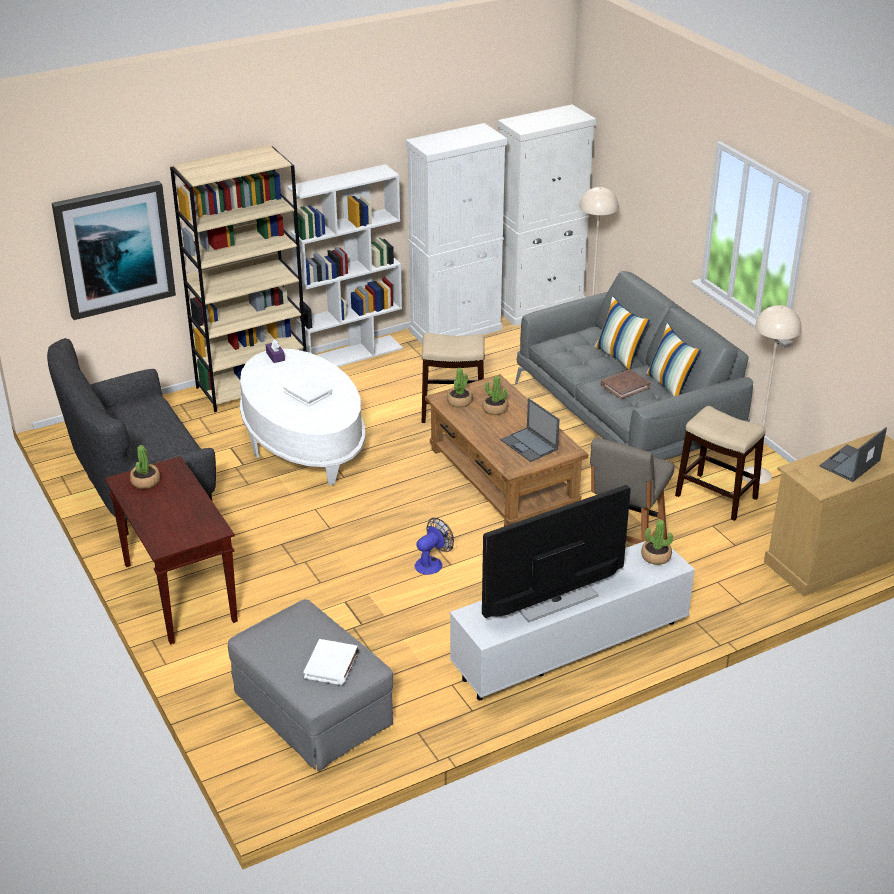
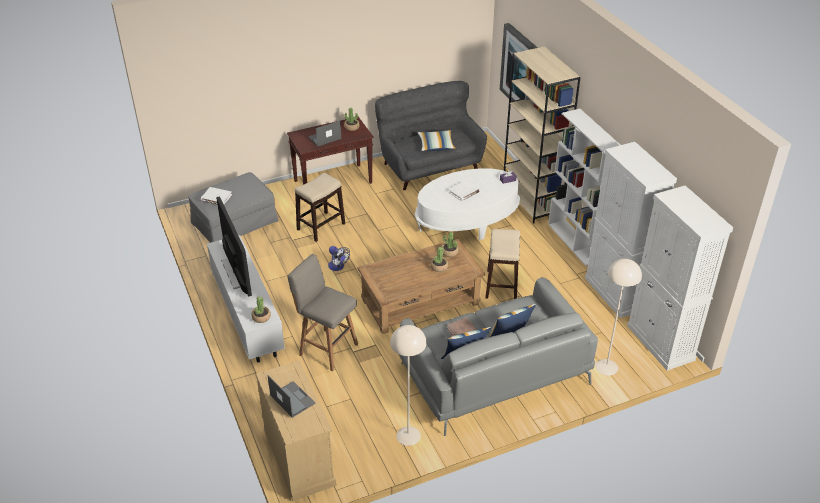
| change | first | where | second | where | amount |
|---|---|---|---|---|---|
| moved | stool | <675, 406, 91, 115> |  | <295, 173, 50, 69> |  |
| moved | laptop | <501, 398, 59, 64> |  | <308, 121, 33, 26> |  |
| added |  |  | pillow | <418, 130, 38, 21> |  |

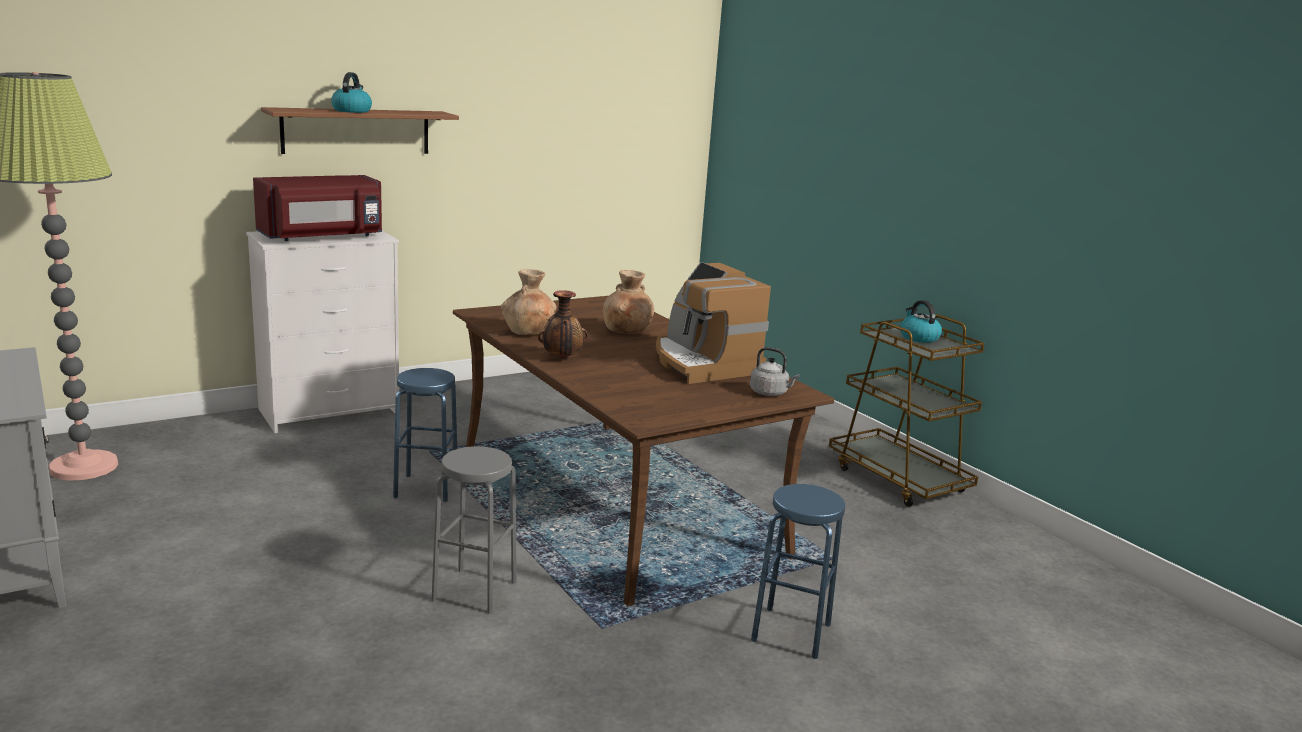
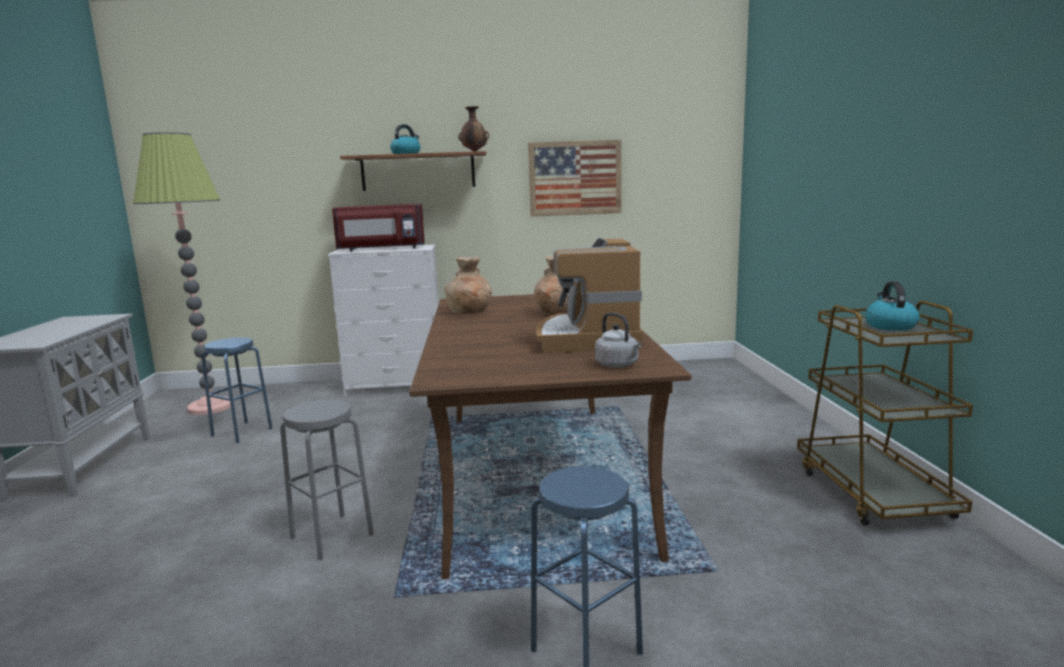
| change | first | where | second | where | amount |
|---|---|---|---|---|---|
| moved | blue stool | <393, 368, 64, 134> |  | <202, 337, 71, 106> |  |
| moved | vase | <538, 290, 50, 69> |  | <459, 106, 30, 45> |  |
| added |  |  | picture | <528, 139, 94, 78> |  |

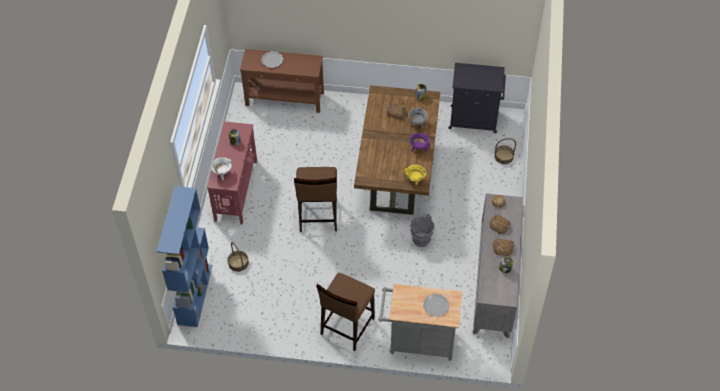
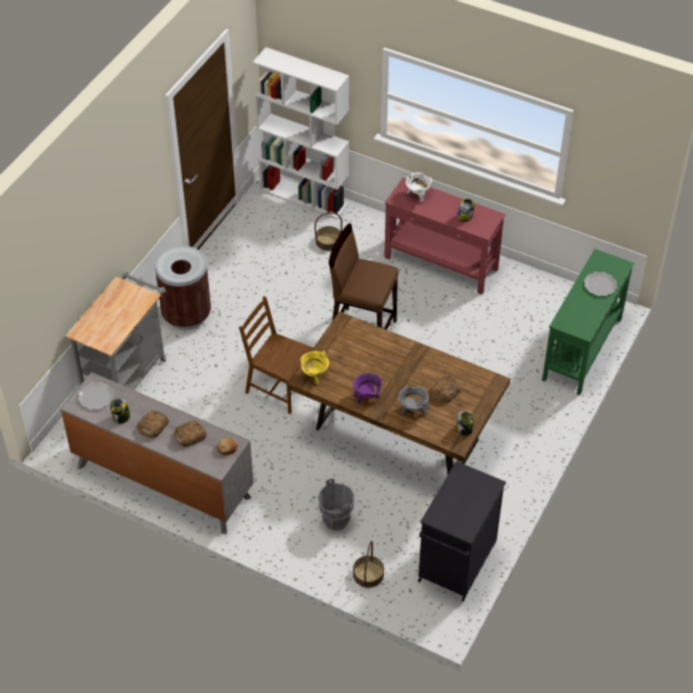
| change | first | where | second | where | amount |
|---|---|---|---|---|---|
| moved | plate | <423, 294, 26, 23> |  | <78, 382, 36, 28> |  |
| replaced | brown stool | <316, 272, 59, 79> | brown trash can | <155, 246, 56, 84> |  |
| added |  |  | brown chair | <239, 296, 74, 118> |  |
| recoloured | blue bookcase | <157, 186, 55, 141> | white bookcase | <253, 47, 96, 172> |  |
| moved | grey bucket | <410, 214, 24, 33> |  | <317, 478, 37, 53> |  |
| recoloured | brown console table | <240, 49, 84, 64> | green console table | <542, 249, 92, 146> |  |

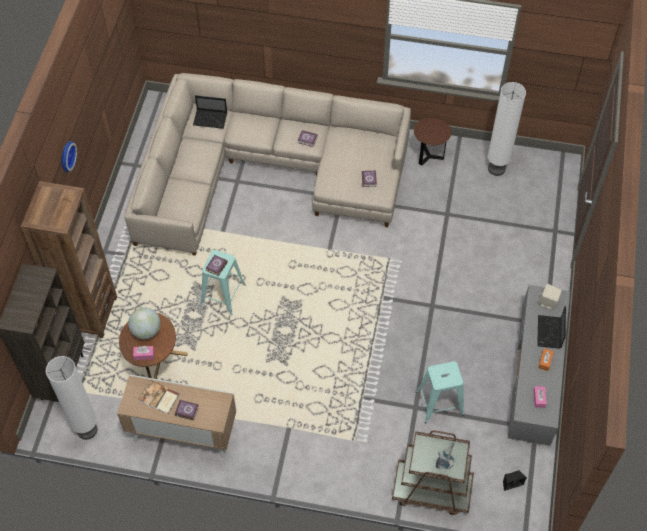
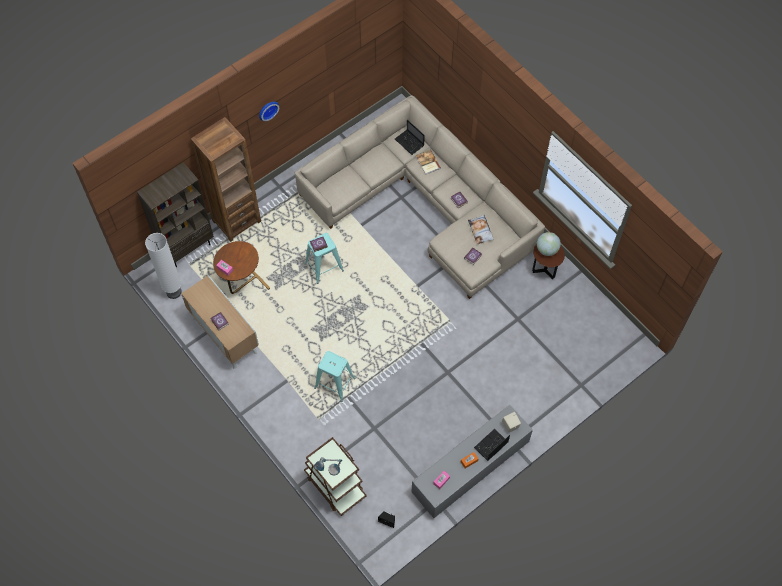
| change | first | where | second | where | amount |
|---|---|---|---|---|---|
| moved | turquoise stool | <416, 361, 48, 62> |  | <314, 351, 42, 51> |  |
| moved | book | <138, 380, 42, 34> |  | <415, 149, 26, 25> |  |
| added |  |  | pillow | <468, 215, 26, 30> |  |
| moved | globe | <128, 307, 32, 32> |  | <537, 232, 24, 24> |  |
| removed | white floor lamp | <488, 82, 38, 94> |  |  |  |

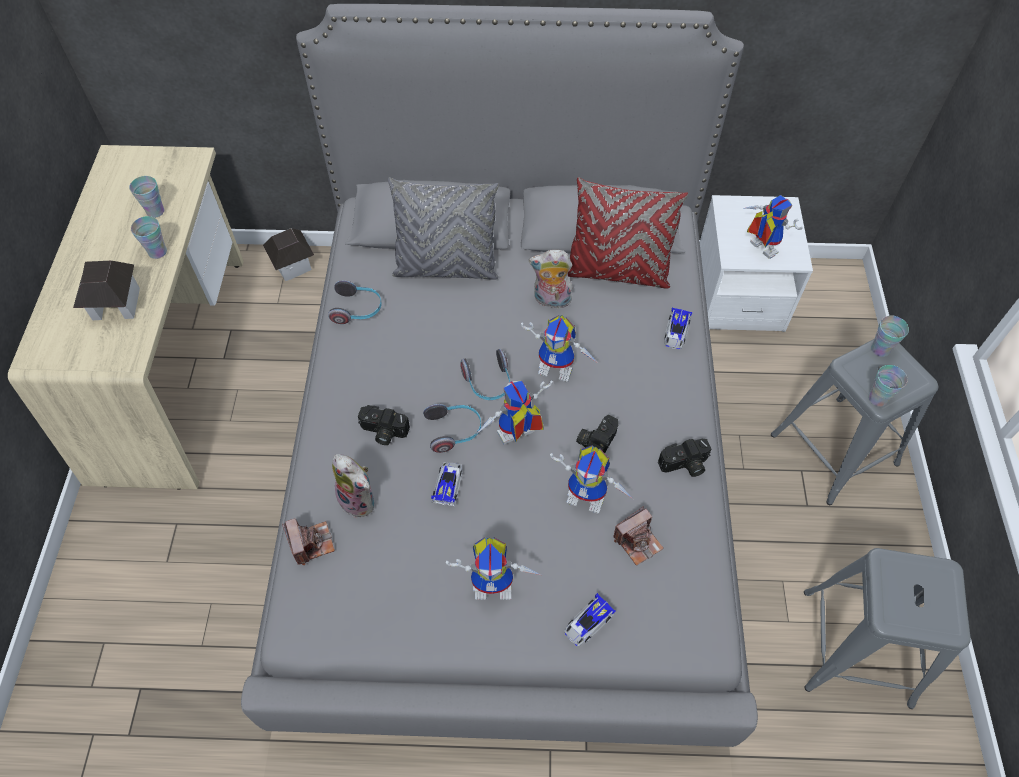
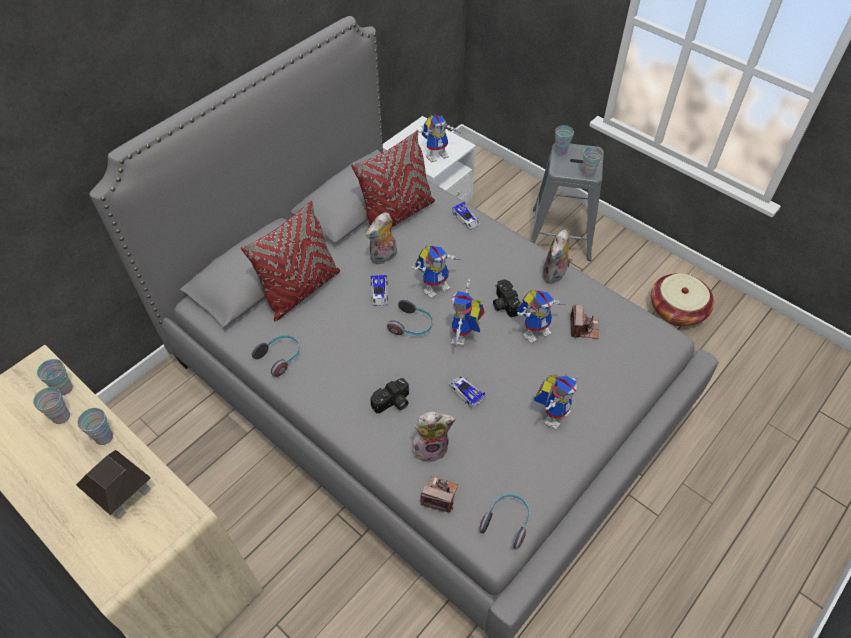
| change | first | where | second | where | amount |
|---|---|---|---|---|---|
| added |  |  | cup | <37, 359, 36, 37> |  |
| recoloured | grey pillow | <388, 177, 111, 103> | red pillow | <241, 201, 99, 121> |  |
| moved | toy car | <564, 593, 52, 54> |  | <370, 275, 18, 31> |  |
| turned | toy robot | <745, 195, 58, 64> |  | <416, 115, 44, 48> | 150 degrees clockwise |
| moved | headphones | <423, 404, 58, 49> |  | <480, 494, 49, 55> |  |
| replaced | photo camera | <658, 439, 53, 38> | plush toy | <541, 230, 31, 54> |  |
| replaced | grey stool | <804, 548, 167, 161> | basket | <651, 273, 63, 53> |  |
| removed | toy house | <263, 228, 51, 53> |  |  |  |

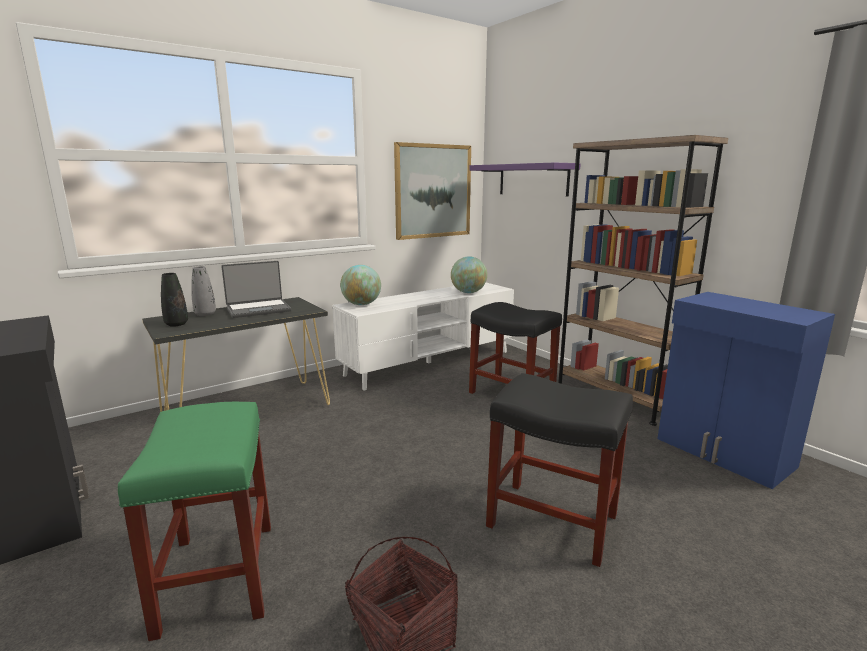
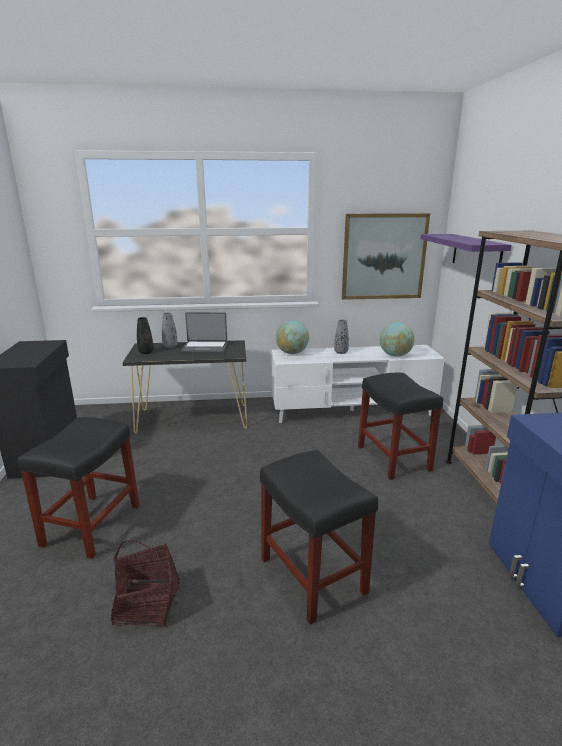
| change | first | where | second | where | amount |
|---|---|---|---|---|---|
| recoloured | green stool | <118, 402, 153, 239> | black stool | <18, 417, 121, 142> |  |
| added |  |  | grey vase | <334, 320, 15, 34> |  |

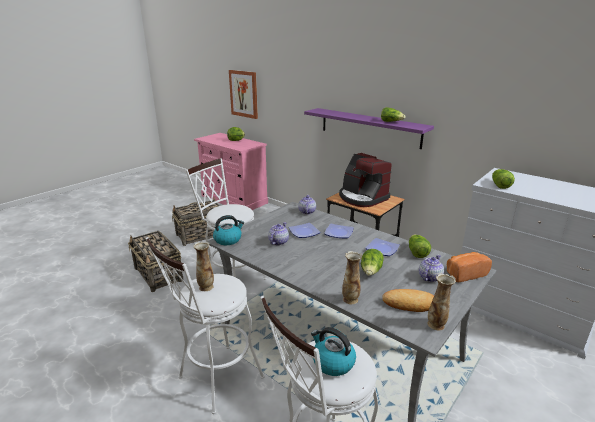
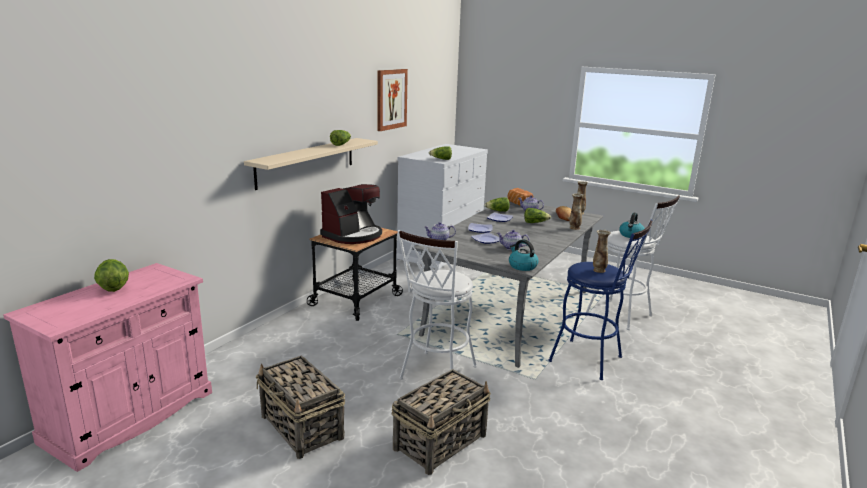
| change | first | where | second | where | amount |
|---|---|---|---|---|---|
| recoloured | purple shelf | <304, 108, 130, 41> | beige shelf | <244, 138, 134, 52> |  |
| moved | picture | <229, 70, 29, 49> |  | <378, 69, 30, 62> |  |
| recoloured | white stool | <146, 237, 118, 177> | blue stool | <548, 220, 105, 160> |  |

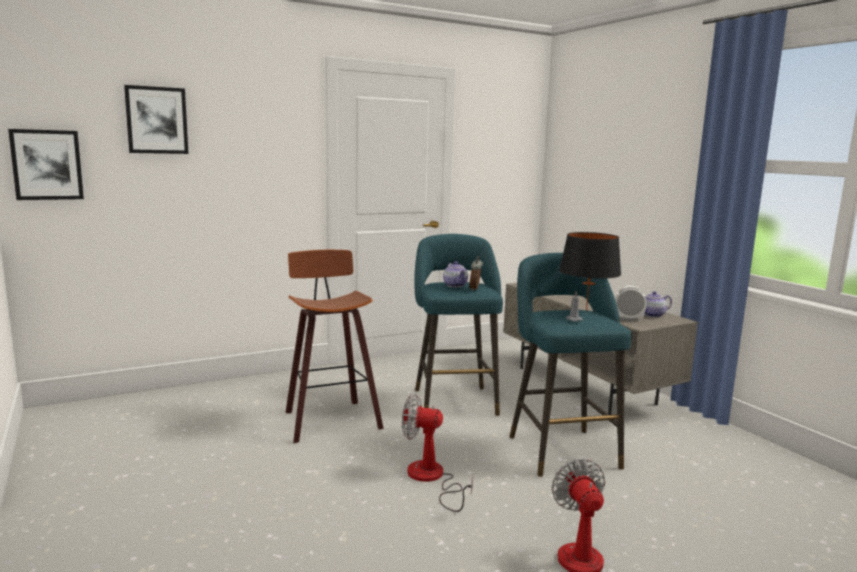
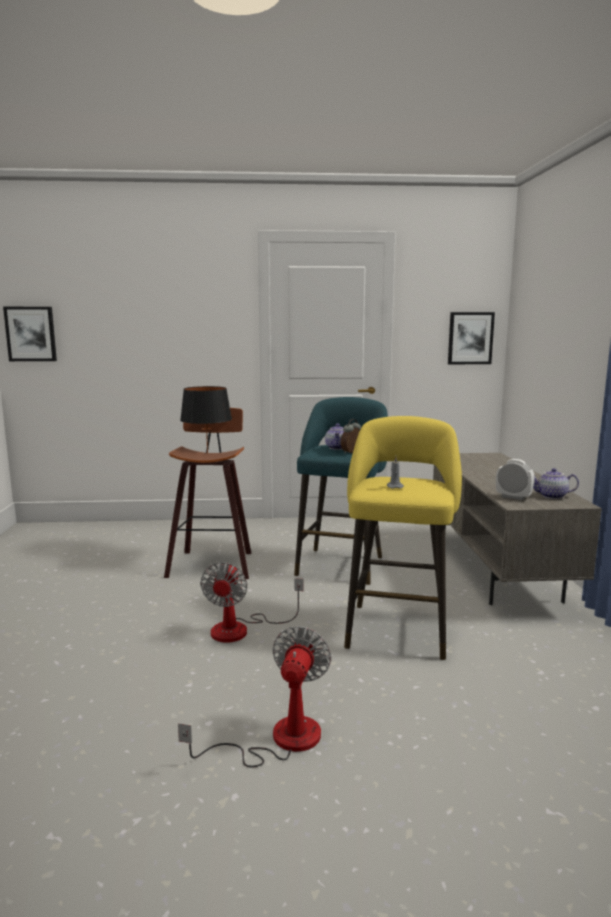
| change | first | where | second | where | amount |
|---|---|---|---|---|---|
| moved | black table lamp | <559, 232, 62, 79> |  | <180, 386, 52, 67> |  |
| turned | fan | <402, 394, 71, 118> |  | <200, 562, 104, 81> | 120 degrees counterclockwise |
| recoloured | turquoise stool | <509, 253, 123, 224> | yellow stool | <344, 416, 118, 244> |  |
| moved | picture | <124, 85, 65, 69> |  | <448, 312, 47, 52> |  |

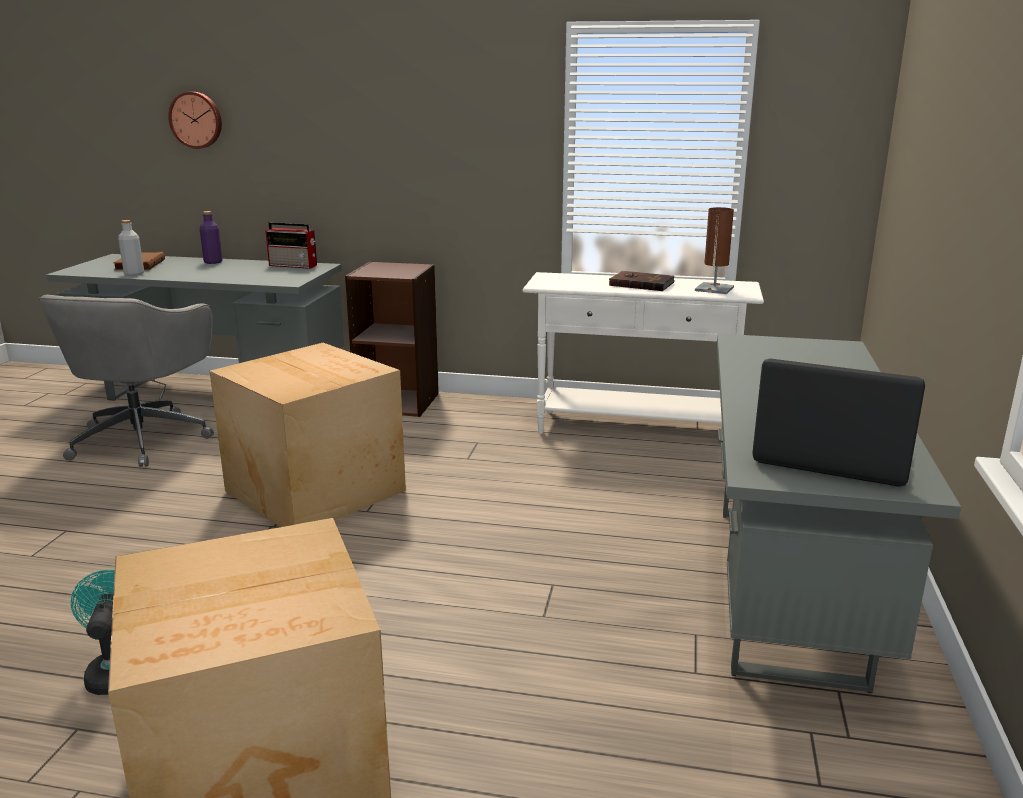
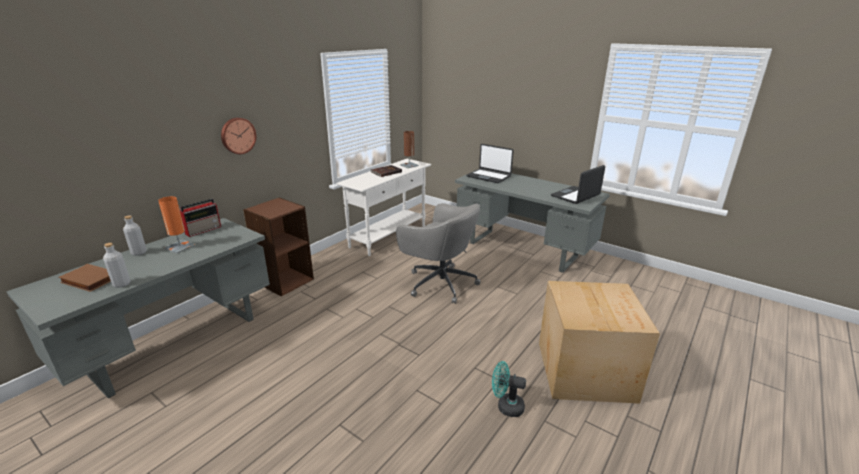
| change | first | where | second | where | amount |
|---|---|---|---|---|---|
| recoloured | purple bottle | <200, 211, 22, 53> | grey bottle | <123, 215, 24, 41> |  |
| added |  |  | orange table lamp | <158, 196, 38, 58> |  |
| moved | wall clock | <168, 92, 54, 57> |  | <221, 118, 35, 36> |  |
| moved | grey office chair | <39, 295, 175, 172> |  | <396, 203, 85, 101> |  |
| added |  |  | laptop | <466, 144, 48, 39> |  |
| removed | cardboard box | <210, 343, 196, 184> |  |  |  |

